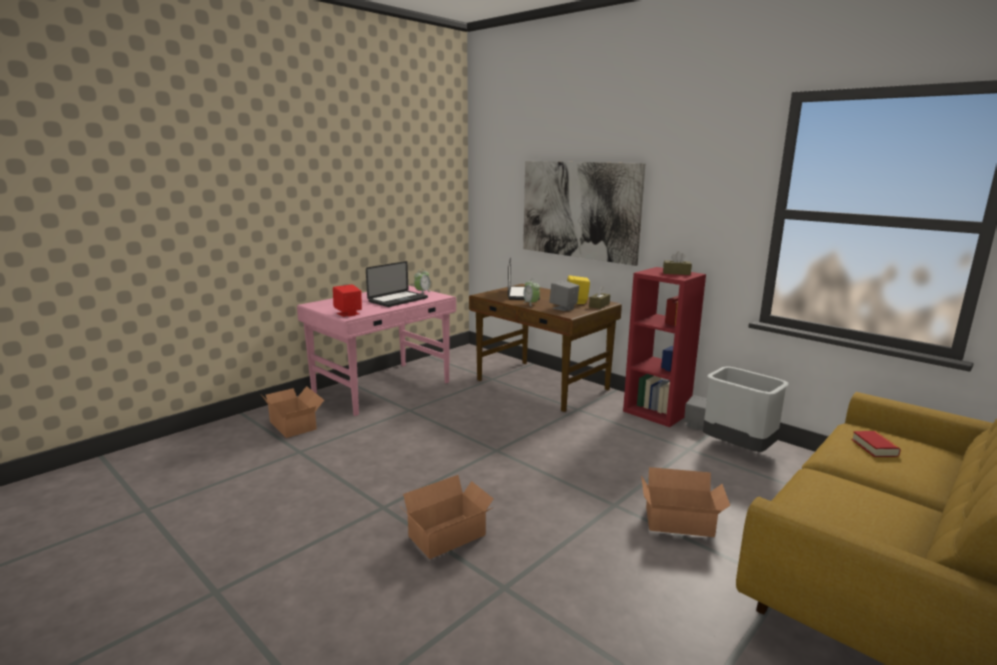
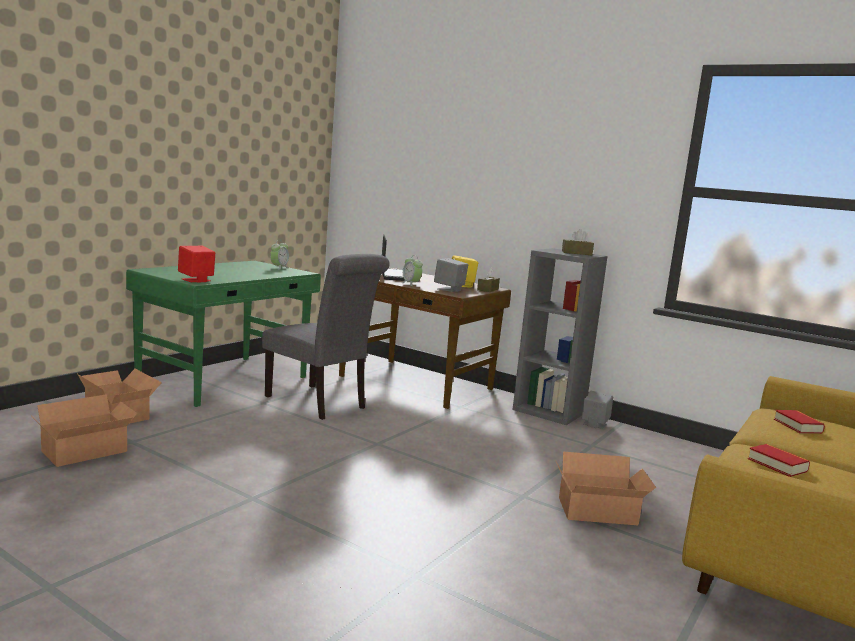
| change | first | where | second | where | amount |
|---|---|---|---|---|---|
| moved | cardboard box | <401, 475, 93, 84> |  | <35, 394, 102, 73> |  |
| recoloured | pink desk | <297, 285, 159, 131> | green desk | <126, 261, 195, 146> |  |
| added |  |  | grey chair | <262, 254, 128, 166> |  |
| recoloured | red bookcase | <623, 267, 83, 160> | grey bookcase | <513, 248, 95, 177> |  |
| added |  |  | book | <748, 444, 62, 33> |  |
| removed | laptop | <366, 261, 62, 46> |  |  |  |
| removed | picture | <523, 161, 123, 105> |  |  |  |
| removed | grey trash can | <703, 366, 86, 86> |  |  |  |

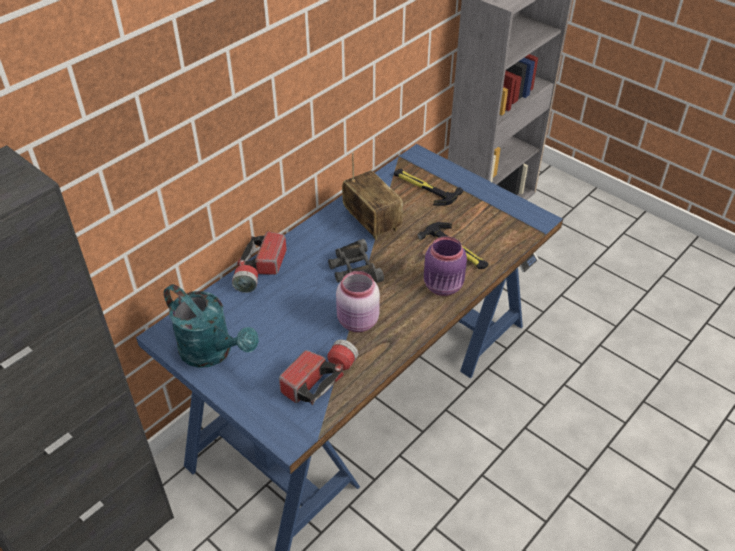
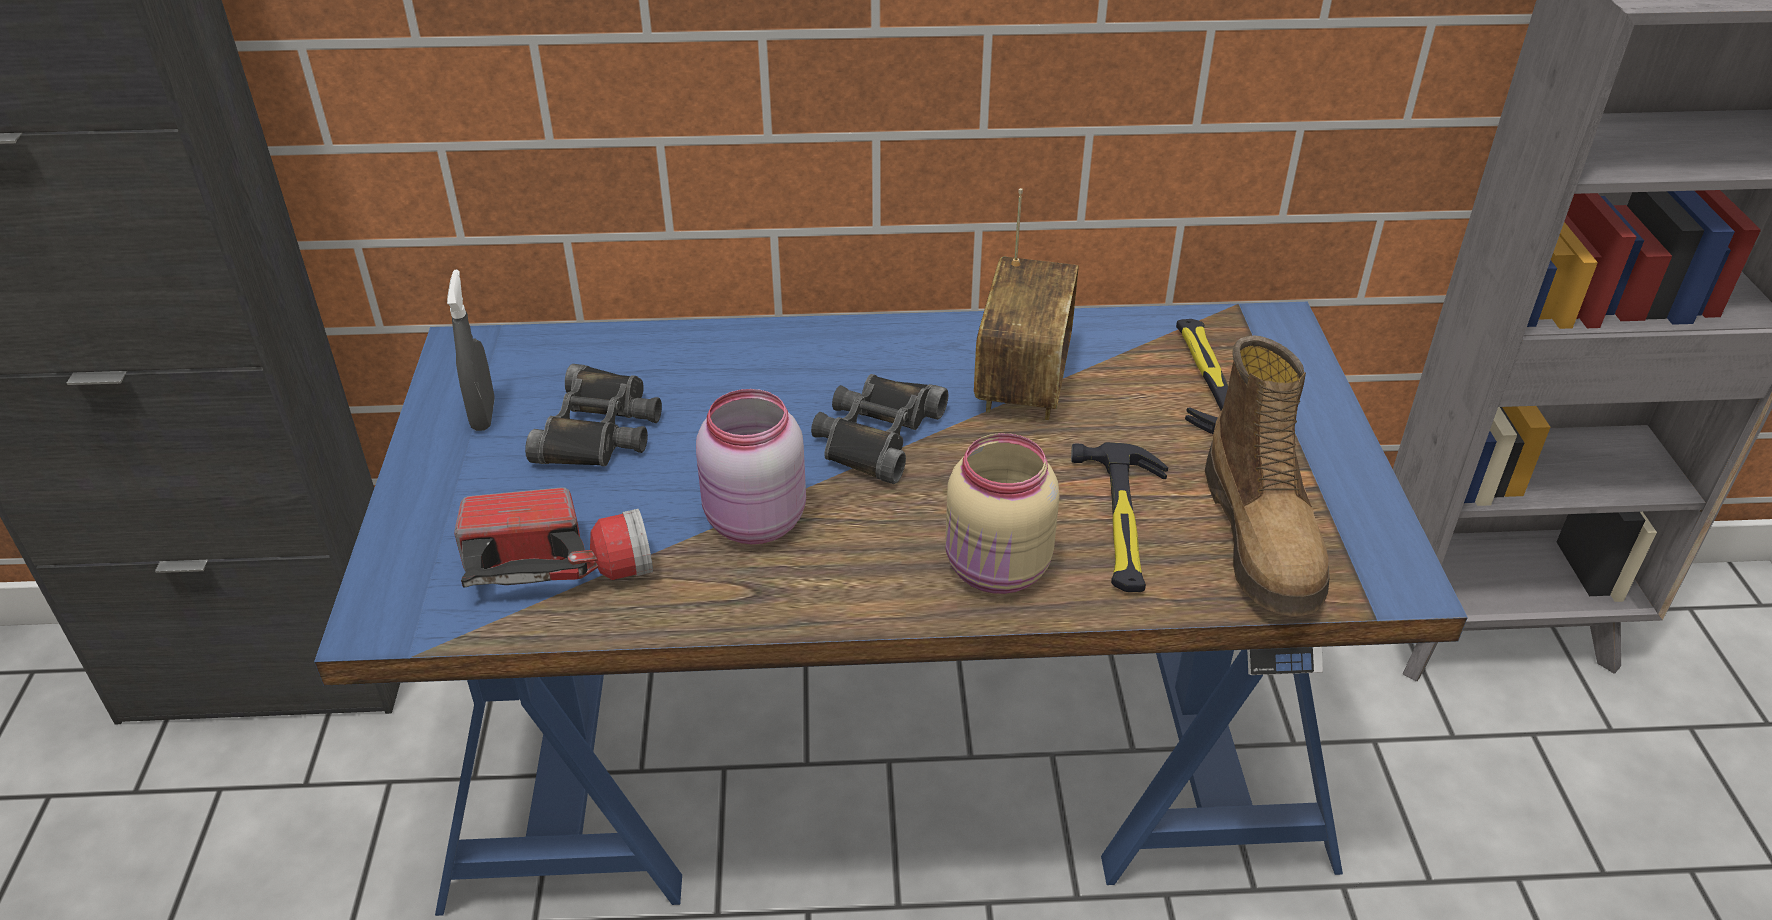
| change | first | where | second | where | amount |
|---|---|---|---|---|---|
| replaced | turquoise watering can | <164, 284, 95, 84> | grey spray bottle | <447, 270, 48, 161> |  |
| added |  |  | black binoculars | <525, 364, 137, 103> |  |
| recoloured | purple jar | <424, 236, 43, 60> | beige jar | <946, 433, 113, 161> |  |
| added |  |  | boot | <1205, 336, 125, 280> |  |
| removed | flashlight | <232, 231, 55, 62> |  |  |  |

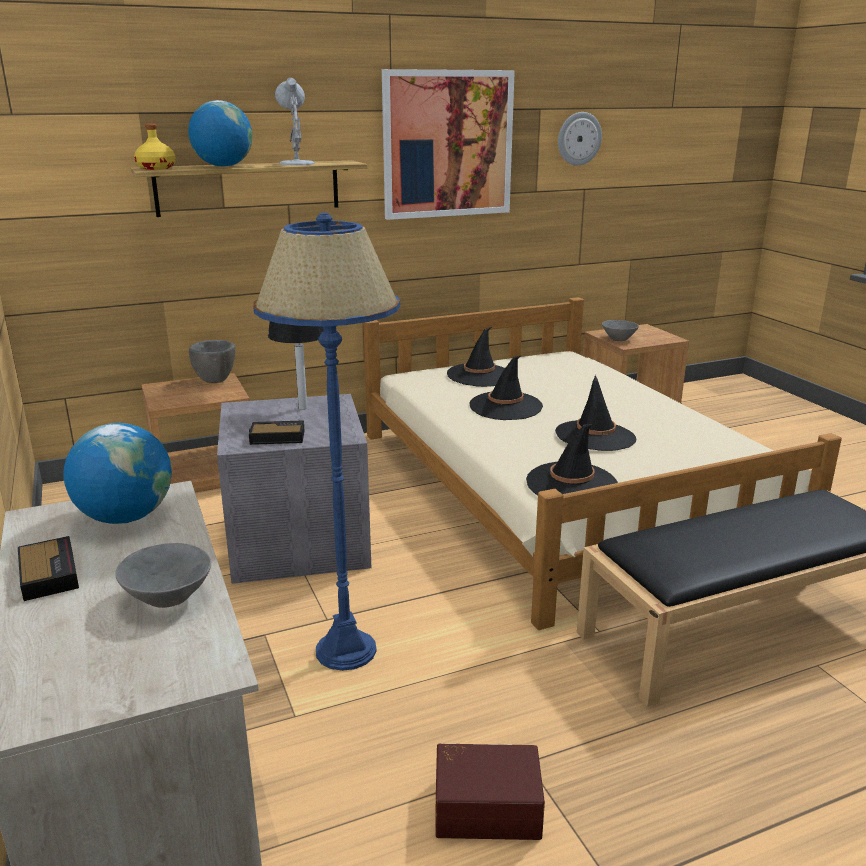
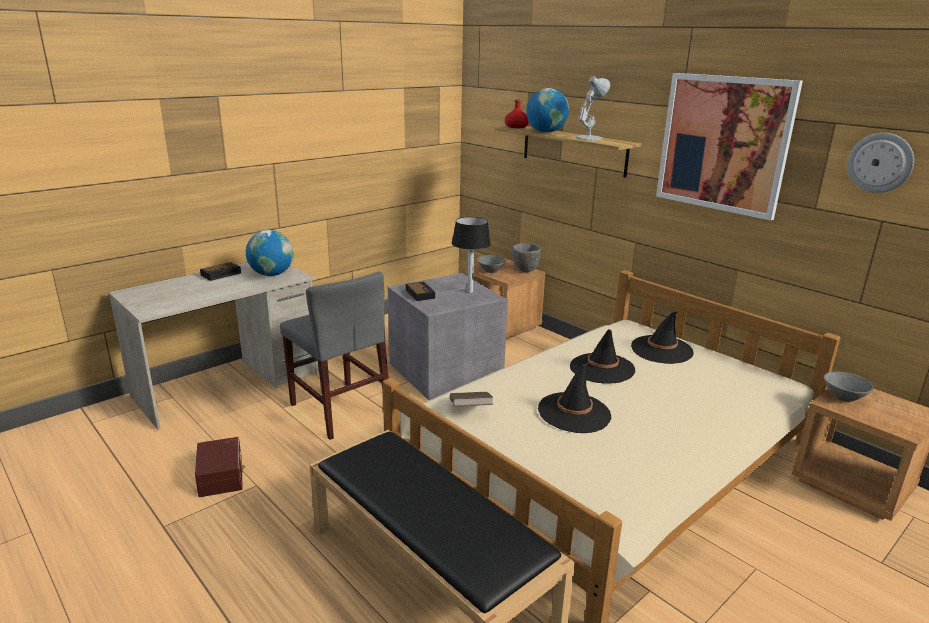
| change | first | where | second | where | amount |
|---|---|---|---|---|---|
| replaced | blue floor lamp | <253, 213, 147, 458> | grey chair | <280, 272, 109, 168> |  |
| replaced | black hat | <526, 424, 92, 72> | brown book | <450, 392, 44, 15> |  |
| moved | grey bowl | <115, 543, 96, 65> |  | <477, 255, 29, 18> |  |
| recoloured | yellow bottle | <134, 123, 42, 47> | red bottle | <505, 99, 24, 29> |  |

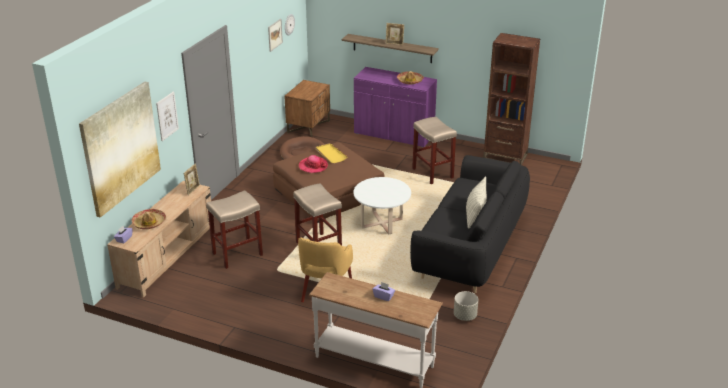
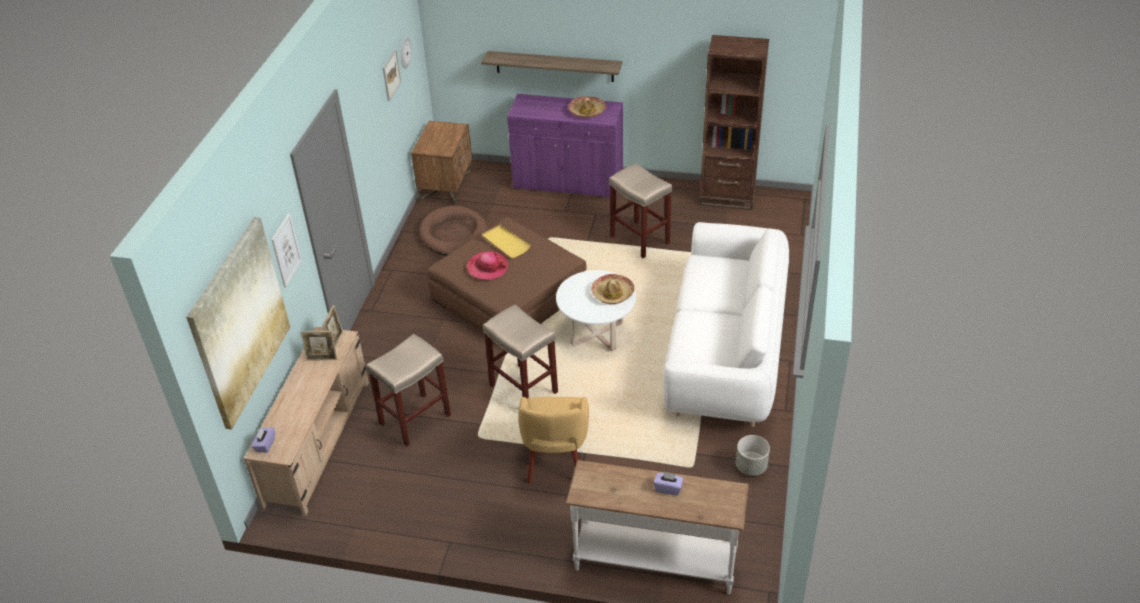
| change | first | where | second | where | amount |
|---|---|---|---|---|---|
| moved | picture frame | <386, 23, 18, 22> |  | <301, 331, 36, 30> |  |
| moved | hat | <132, 209, 34, 20> |  | <591, 274, 43, 30> |  |
| recoloured | black sofa | <410, 155, 120, 138> | white sofa | <663, 222, 126, 205> |  |
| removed | pillow | <466, 177, 21, 52> |  |  |  |

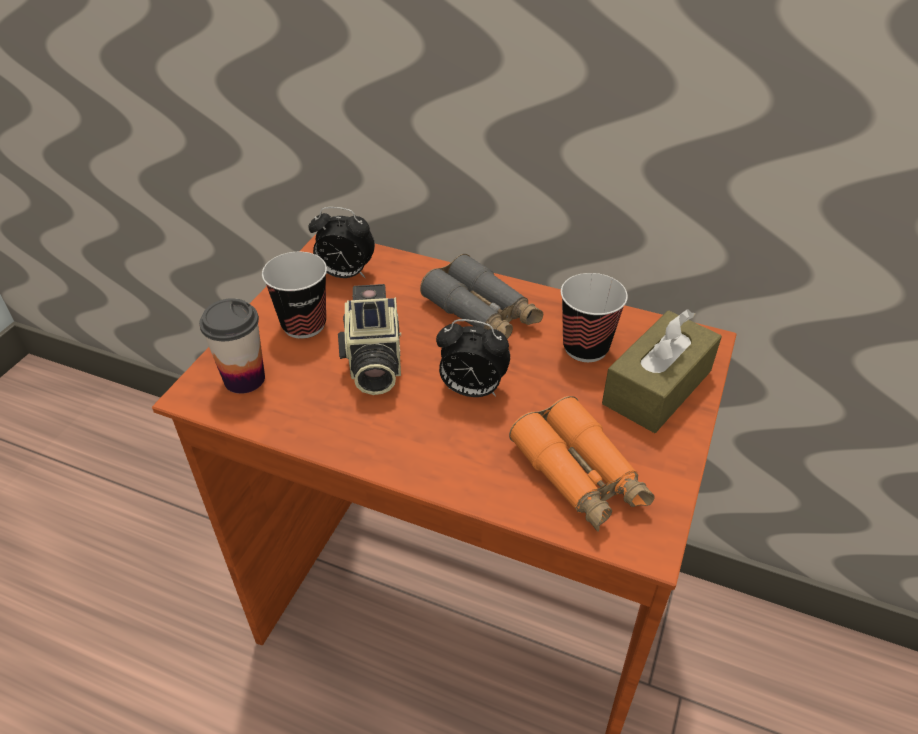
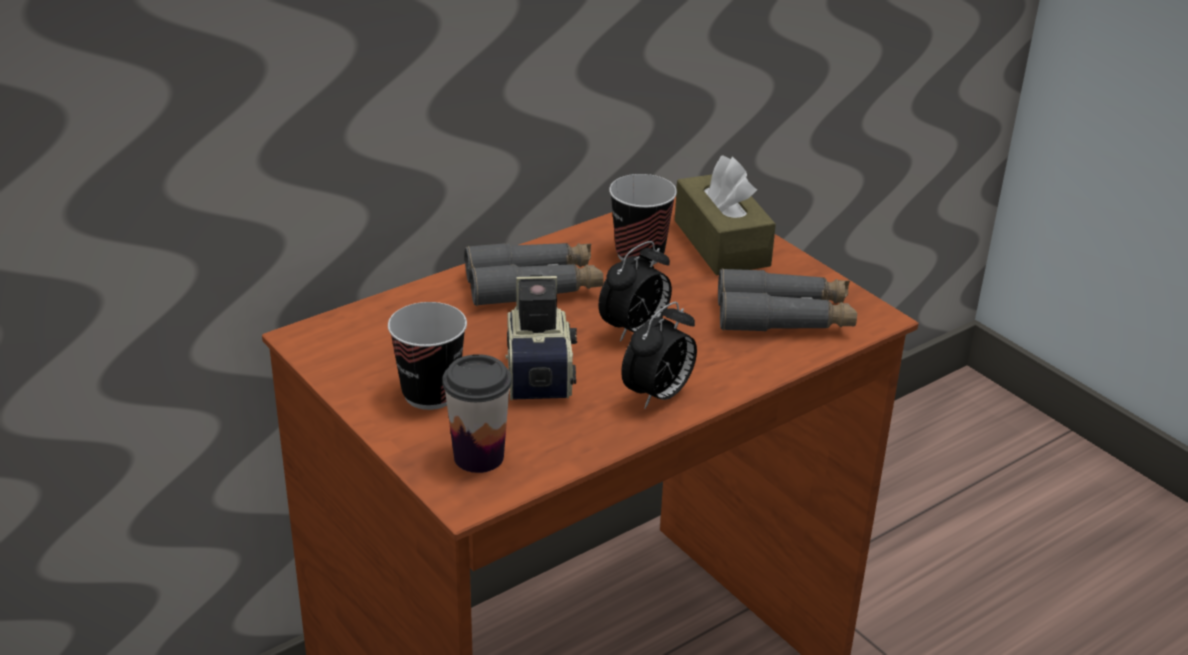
| change | first | where | second | where | amount |
|---|---|---|---|---|---|
| turned | photo camera | <338, 284, 63, 111> |  | <506, 275, 71, 125> | 120 degrees counterclockwise |
| moved | alarm clock | <309, 207, 66, 71> |  | <621, 302, 76, 107> |  |
| recoloured | orange binoculars | <509, 396, 146, 136> | grey binoculars | <718, 268, 139, 64> |  |

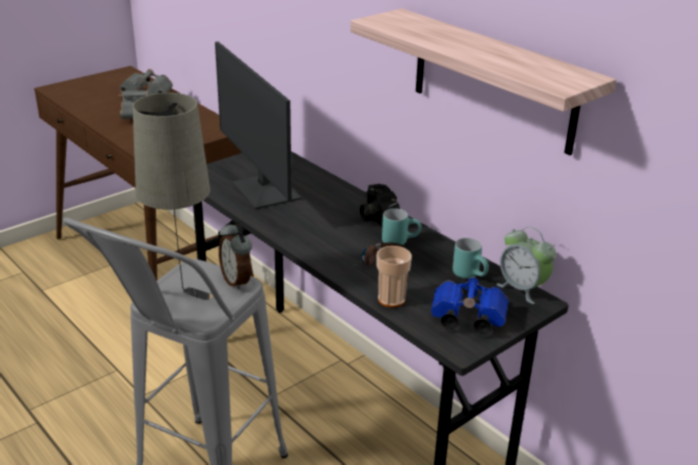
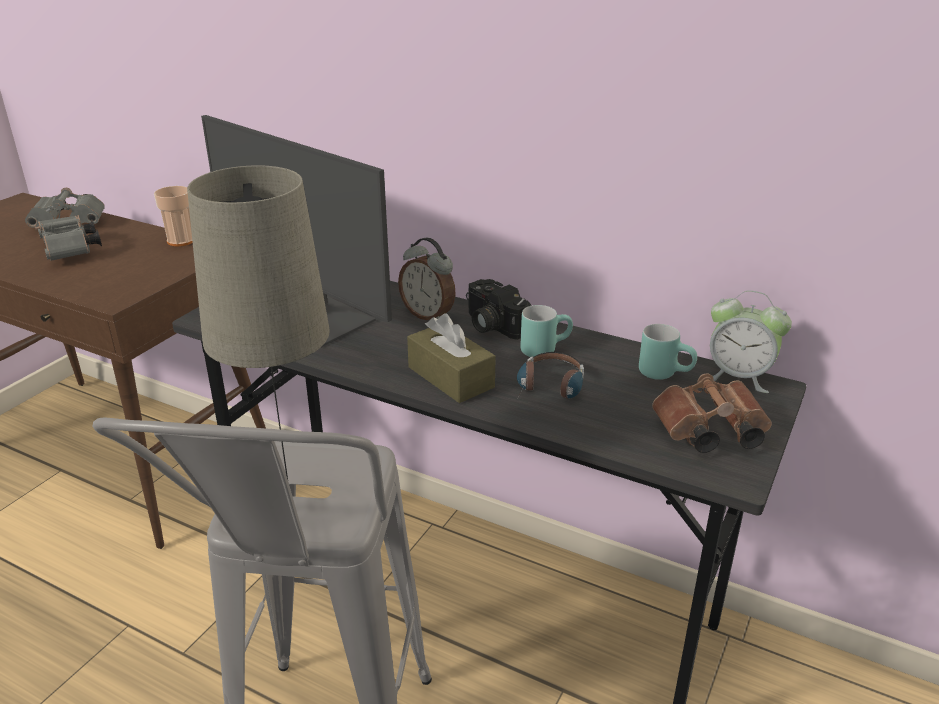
| change | first | where | second | where | amount |
|---|---|---|---|---|---|
| moved | cup | <376, 246, 36, 61> |  | <154, 186, 39, 61> |  |
| moved | alarm clock | <219, 221, 33, 69> |  | <398, 238, 58, 82> |  |
| added |  |  | brown tissue box | <407, 313, 89, 90> |  |
| recoloured | blue binoculars | <431, 277, 78, 57> | brown binoculars | <652, 374, 120, 79> |  |
| removed | shelf | <350, 8, 266, 147> |  |  |  |

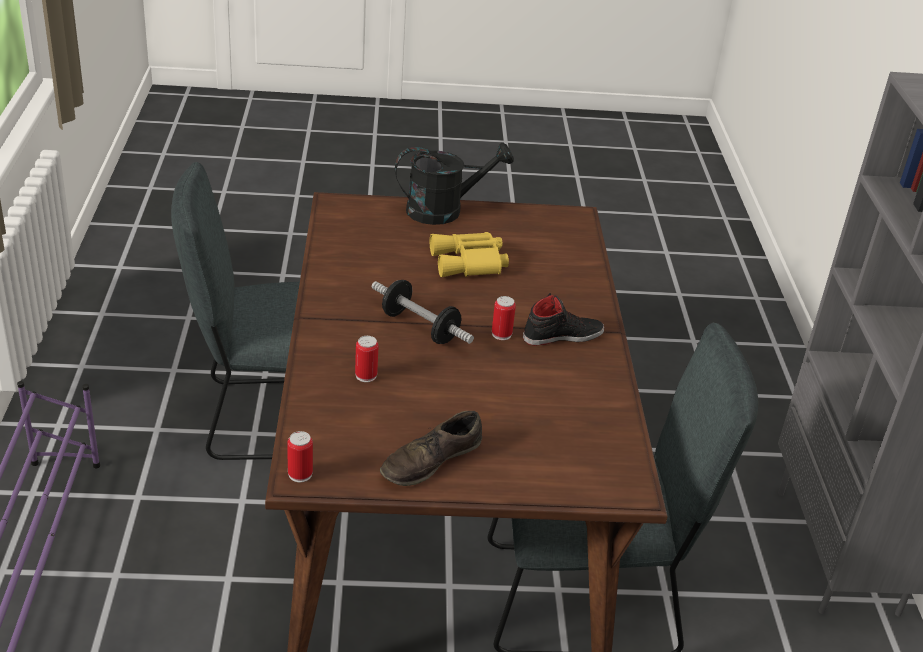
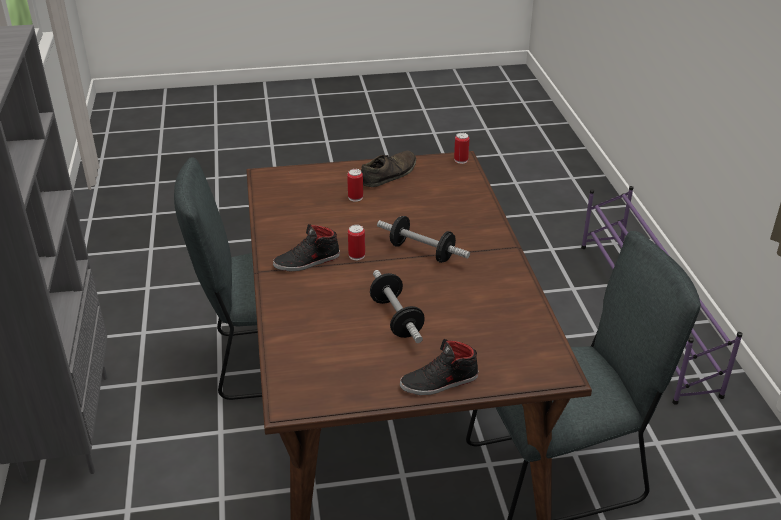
| change | first | where | second | where | amount |
|---|---|---|---|---|---|
| moved | can | <355, 336, 23, 46> |  | <347, 169, 16, 33> |  |
| replaced | yellow binoculars | <430, 232, 79, 45> | dumbbell | <370, 270, 55, 73> |  |
| replaced | black watering can | <395, 142, 119, 83> | black shoe | <400, 339, 78, 56> |  |

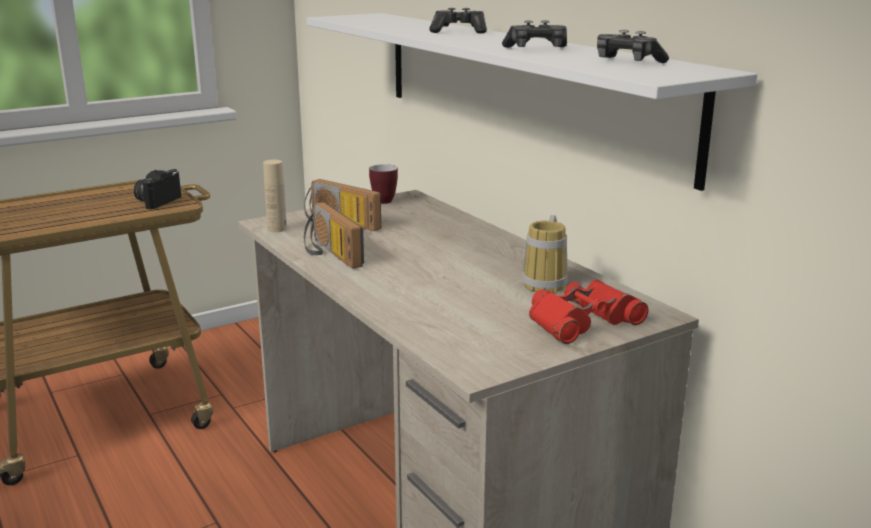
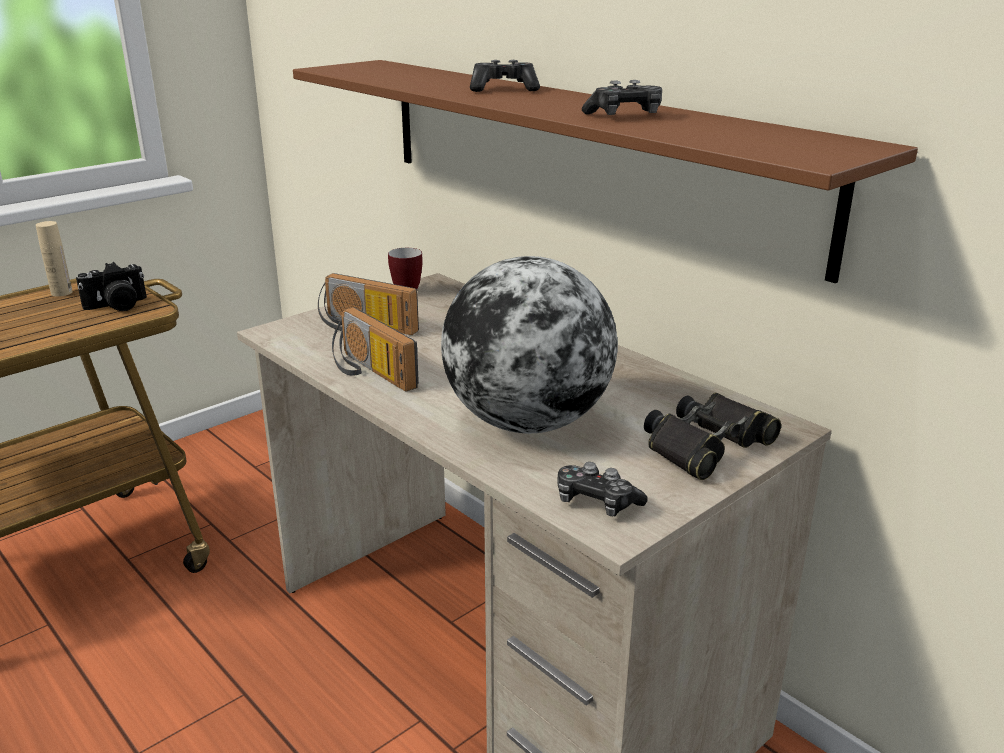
| change | first | where | second | where | amount |
|---|---|---|---|---|---|
| moved | beige bottle | <263, 160, 24, 72> |  | <36, 221, 37, 76> |  |
| turned | photo camera | <134, 169, 47, 40> |  | <76, 262, 71, 49> | 135 degrees counterclockwise |
| recoloured | white shelf | <306, 13, 451, 178> | brown shelf | <293, 60, 625, 223> |  |
| added |  |  | globe | <441, 256, 177, 177> |  |
| moved | game controller | <597, 30, 72, 33> |  | <557, 462, 90, 54> |  |
| recoloured | red binoculars | <529, 279, 119, 65> | black binoculars | <644, 393, 137, 87> |  |
| removed | mug | <522, 215, 46, 78> |  |  |  |

